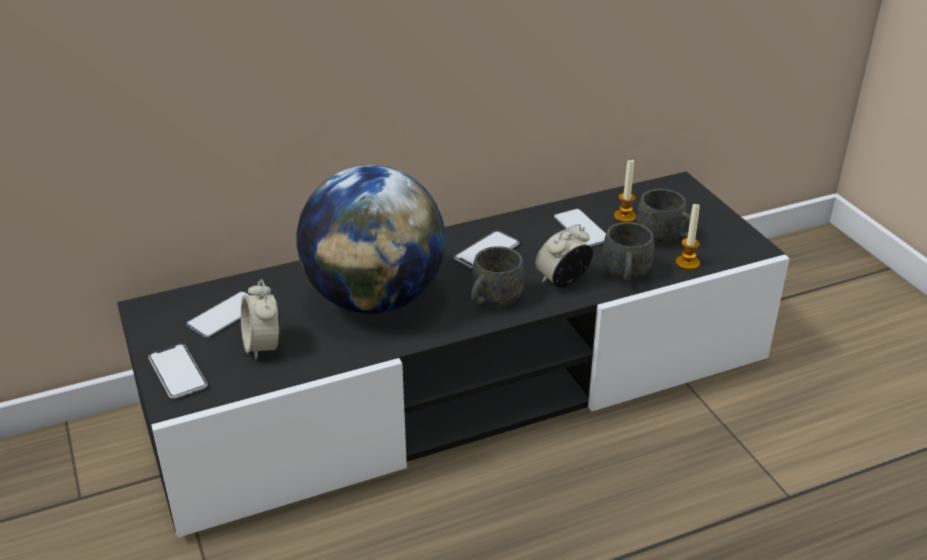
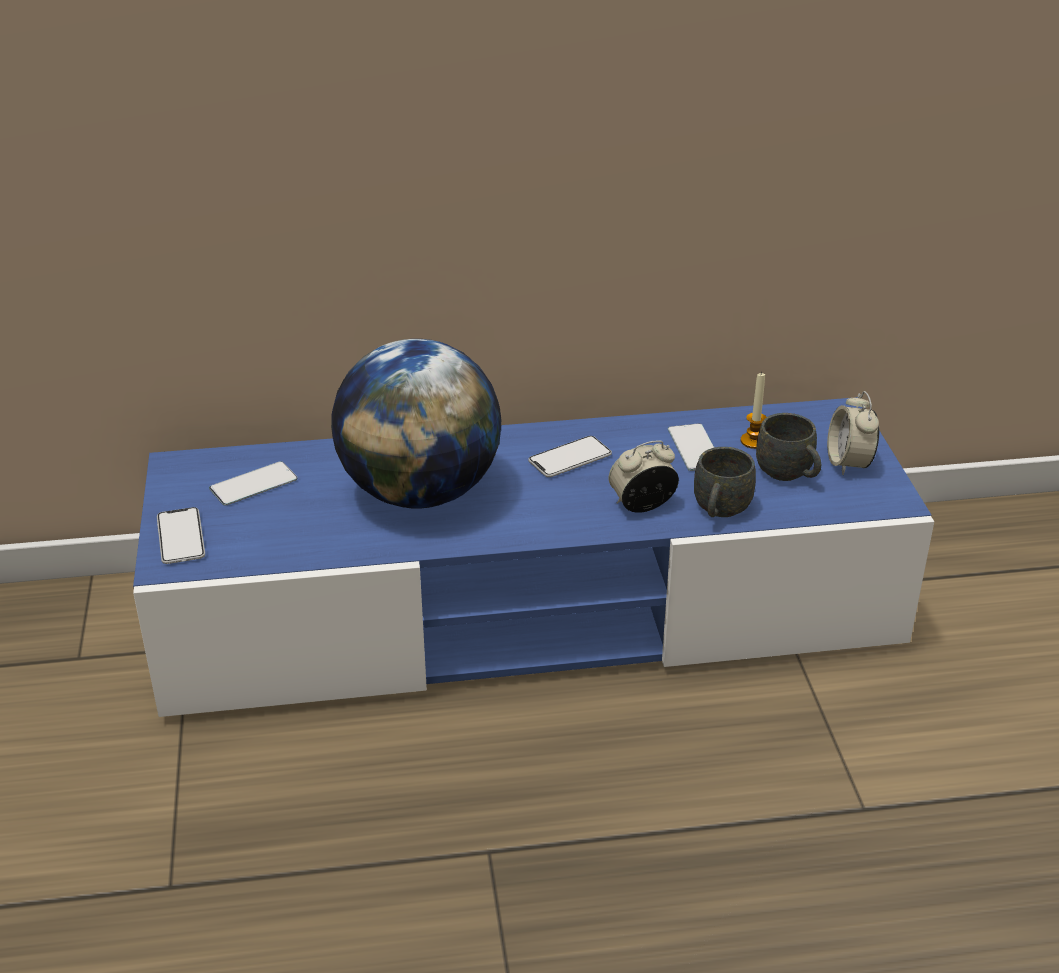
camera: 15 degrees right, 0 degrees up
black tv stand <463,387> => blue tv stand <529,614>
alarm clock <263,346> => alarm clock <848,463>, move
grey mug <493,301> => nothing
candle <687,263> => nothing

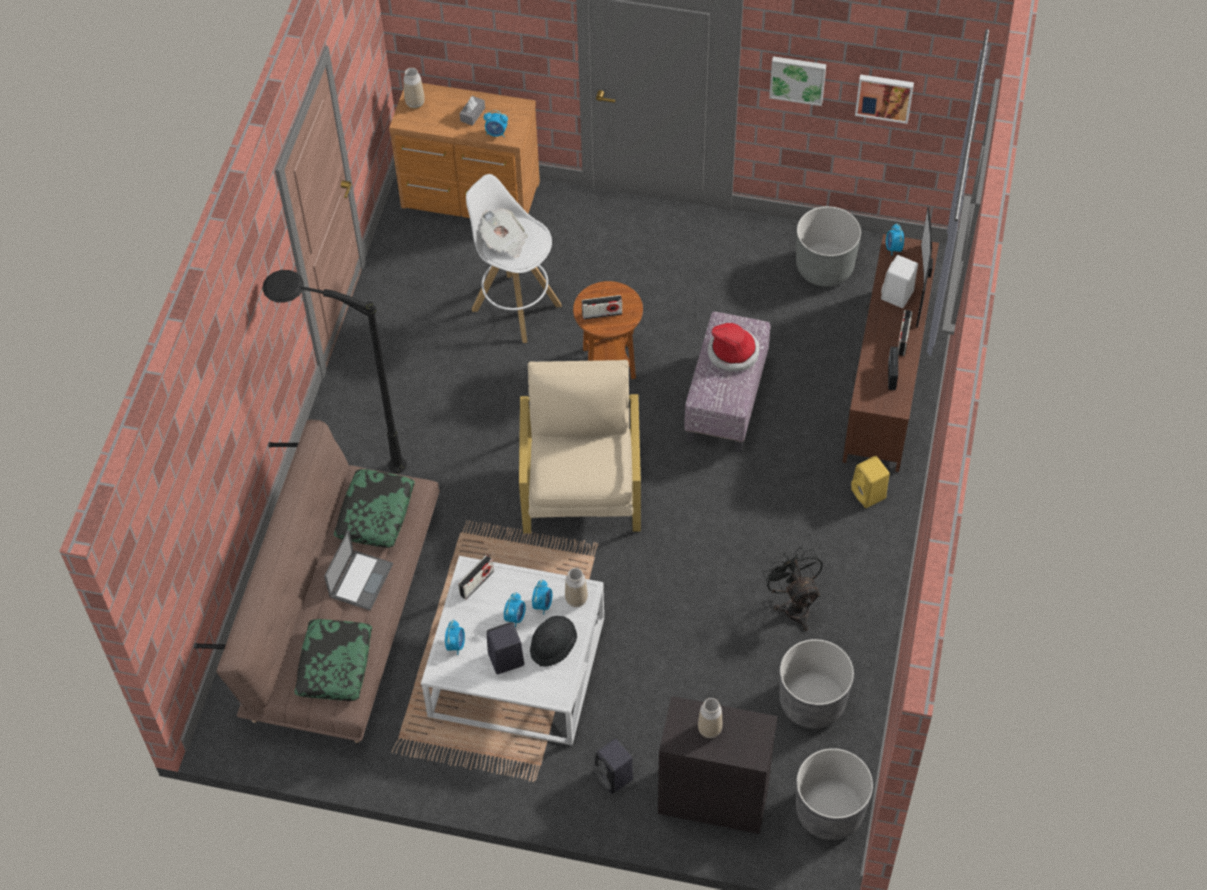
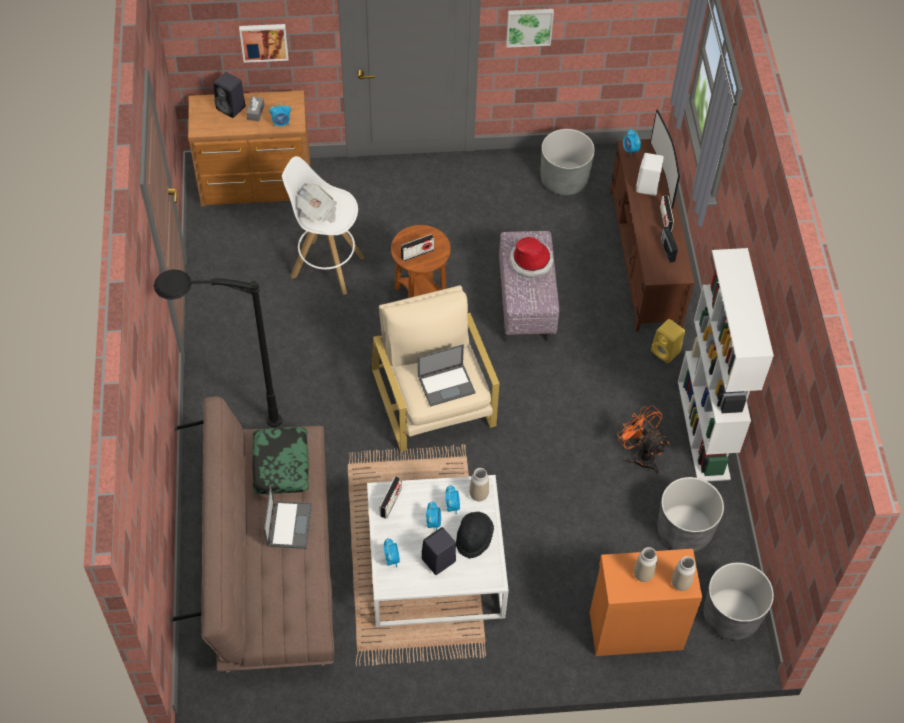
camera: 20 degrees left, 0 degrees up
black speaker <615,777> => black speaker <232,108>, move
picture <884,96> => picture <264,41>, move
nothing => laptop <447,384>
black cabinet <713,796> => orange cabinet <635,629>
black fan <794,605> => orange fan <641,455>
vase <415,103> => vase <680,583>, move
nothing => white bookcase <704,430>
pillow <334,664> => nothing

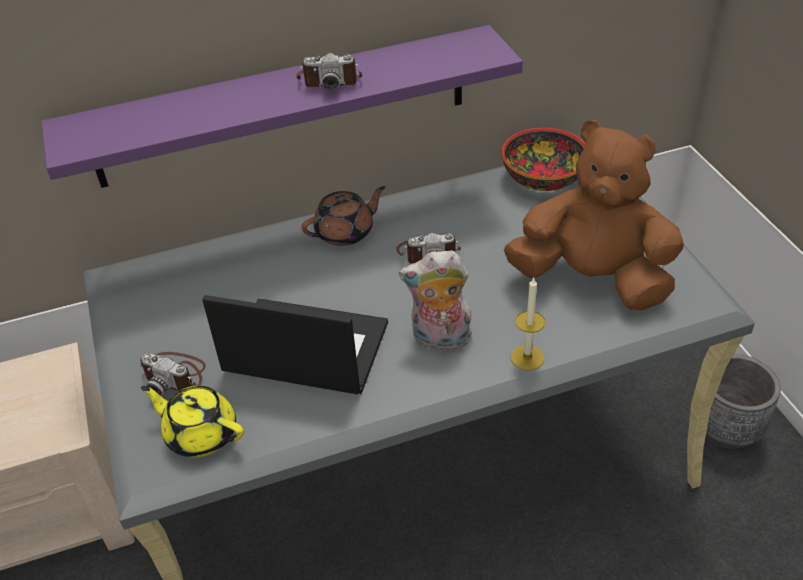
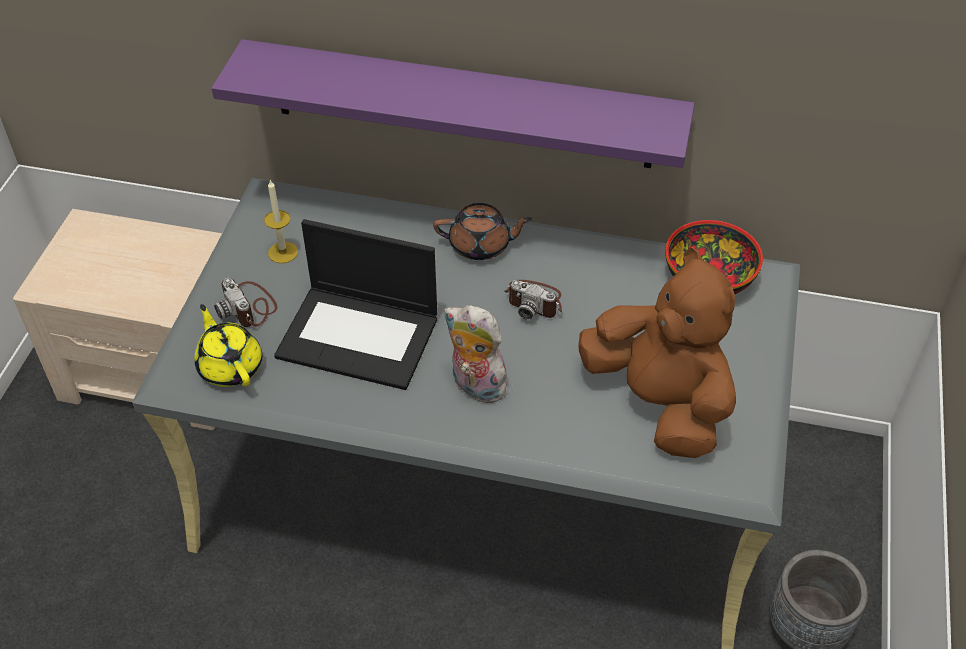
camera: 30 degrees right, 5 degrees up
candle <527,357> => candle <283,252>, move
laptop <304,349> => laptop <360,336>, 150 degrees clockwise
photo camera <329,79> => nothing

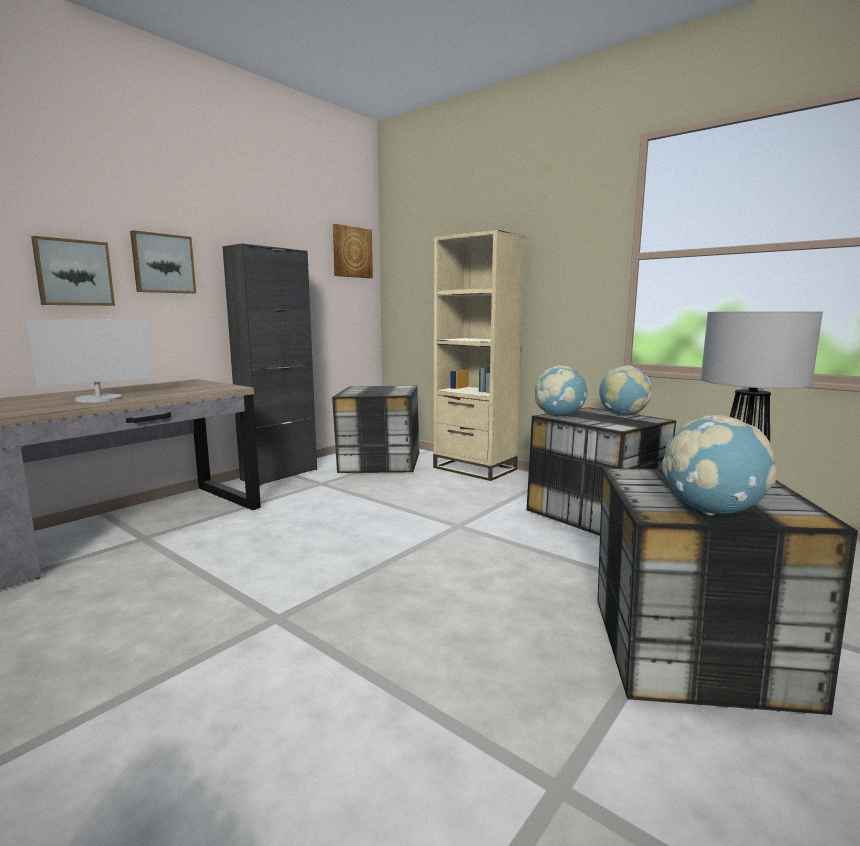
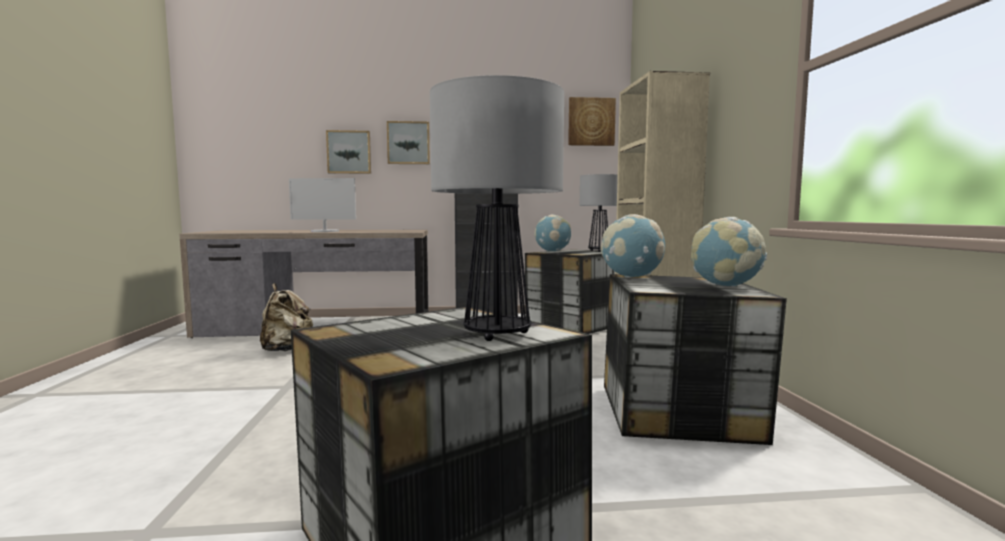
camera: 45 degrees right, 5 degrees down
nothing => beige backpack <286,350>
globe <712,511> => globe <552,251>, move
nothing => table lamp <599,251>

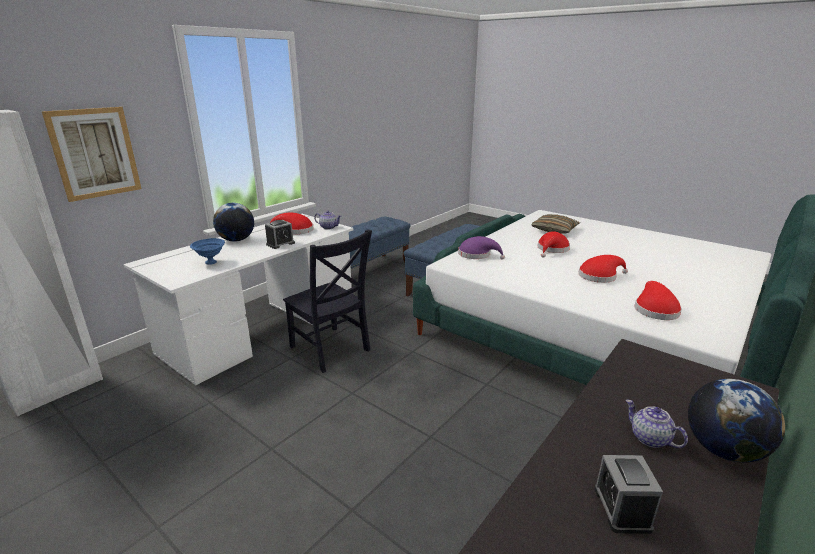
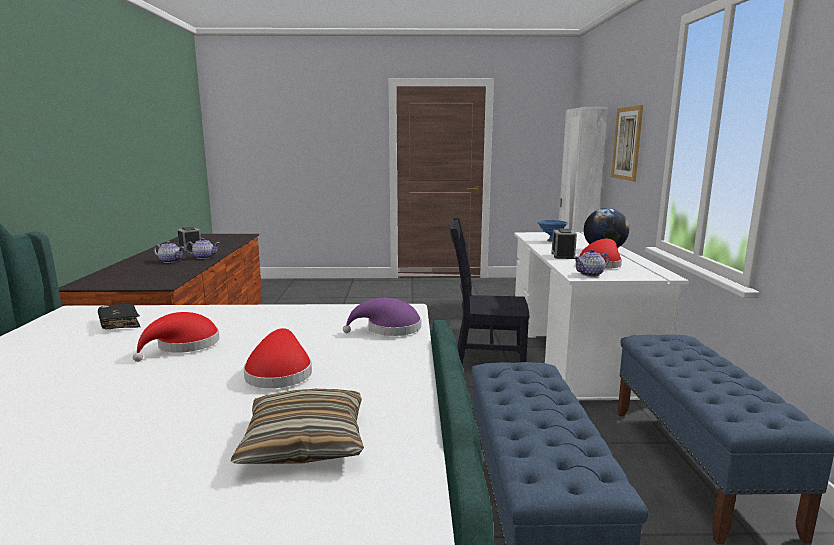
camera: 140 degrees right, 10 degrees down
red hat <654,309> => black book <119,323>
nothing => teapot <204,257>
globe <723,449> => nothing

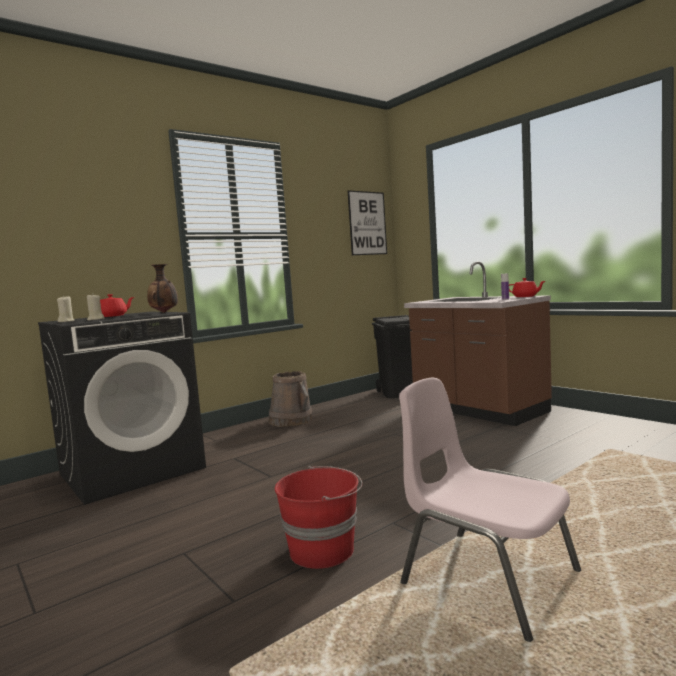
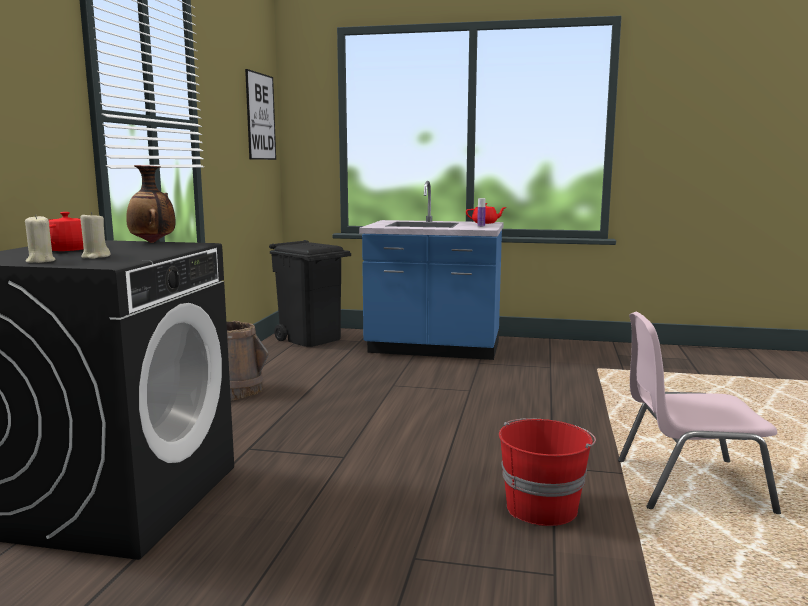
camera: 40 degrees left, 5 degrees up
brown counter <478,410> => blue counter <433,349>

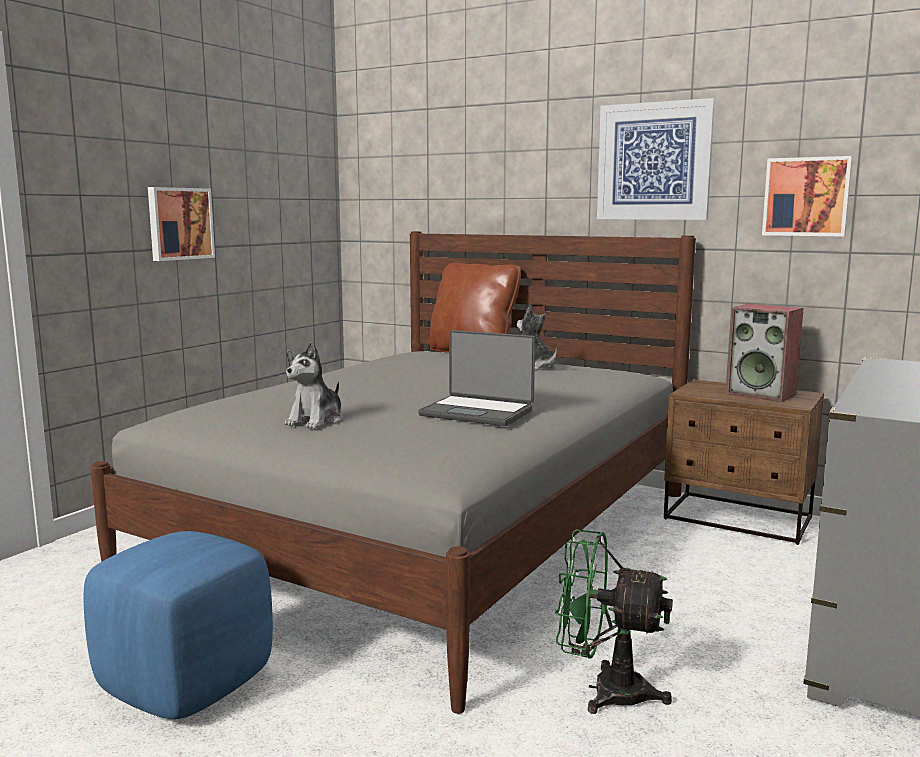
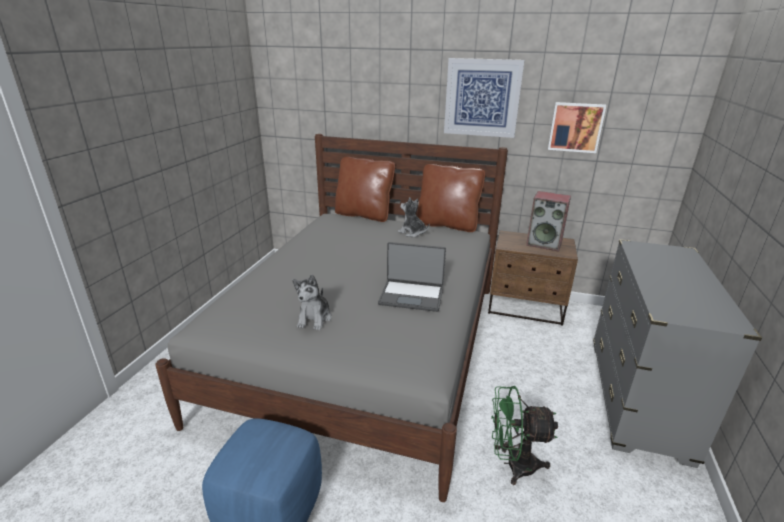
camera: 15 degrees left, 15 degrees up
nothing => brown pillow <447,225>
picture <179,223> => nothing

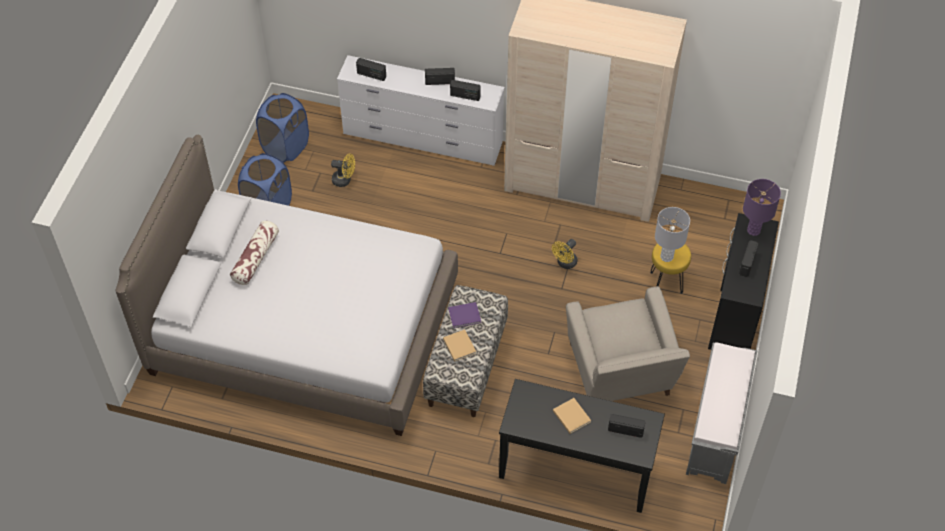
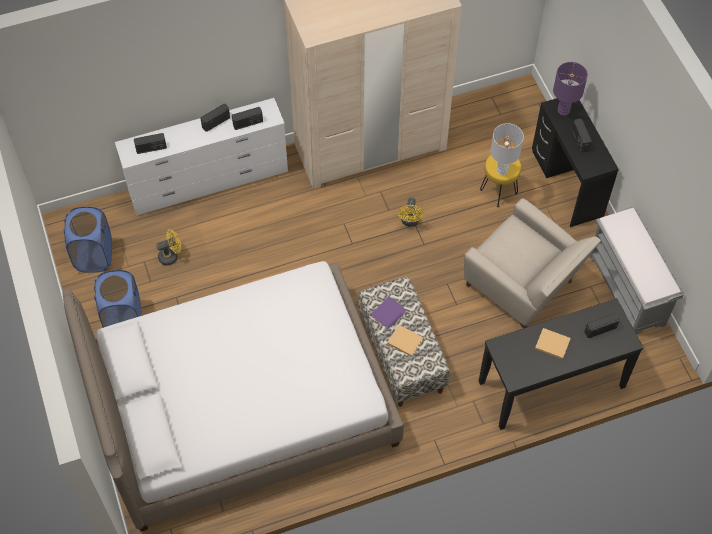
camera: 35 degrees left, 5 degrees up
pillow <256,258> => nothing

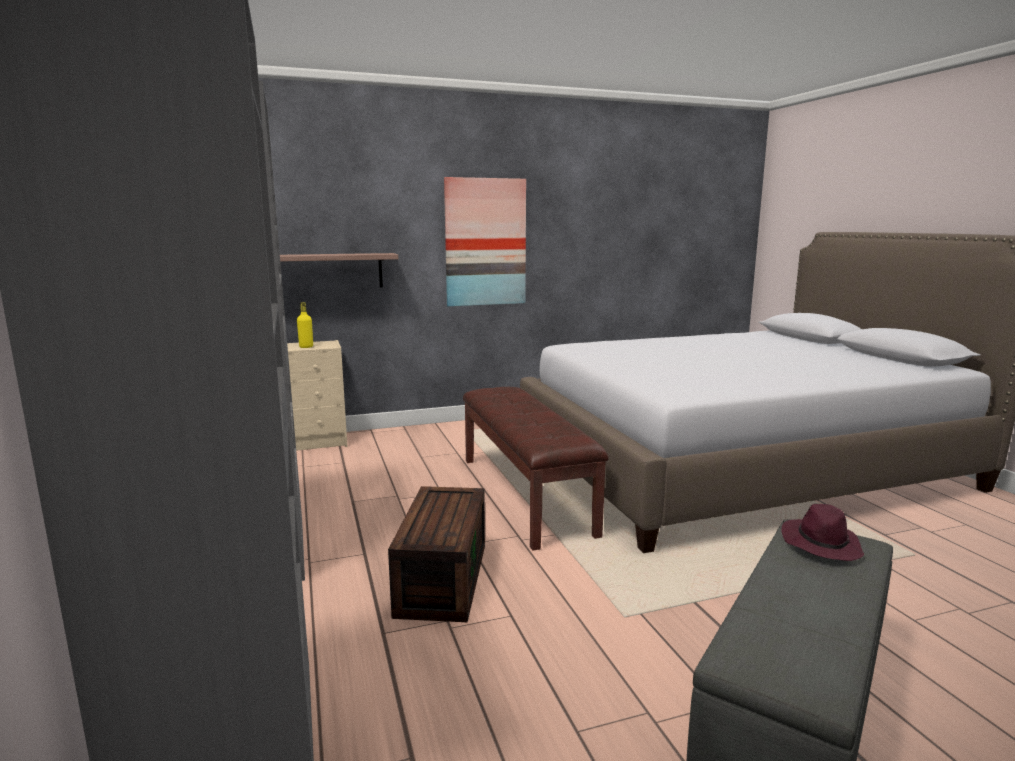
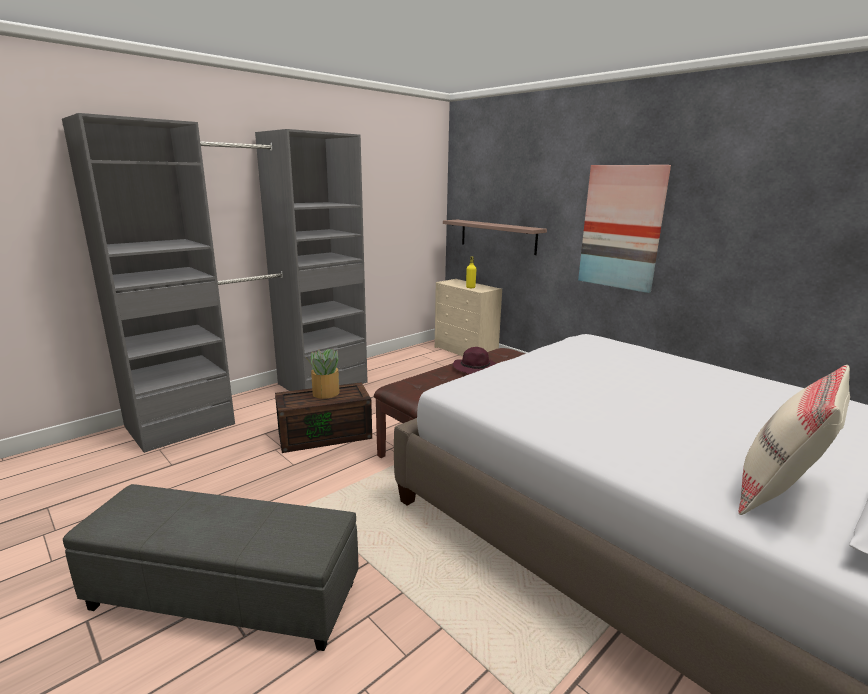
camera: 65 degrees right, 5 degrees up
nothing => potted plant <325,393>
purple hat <820,544> => purple hat <476,368>, move
nothing => beige pillow <778,493>

